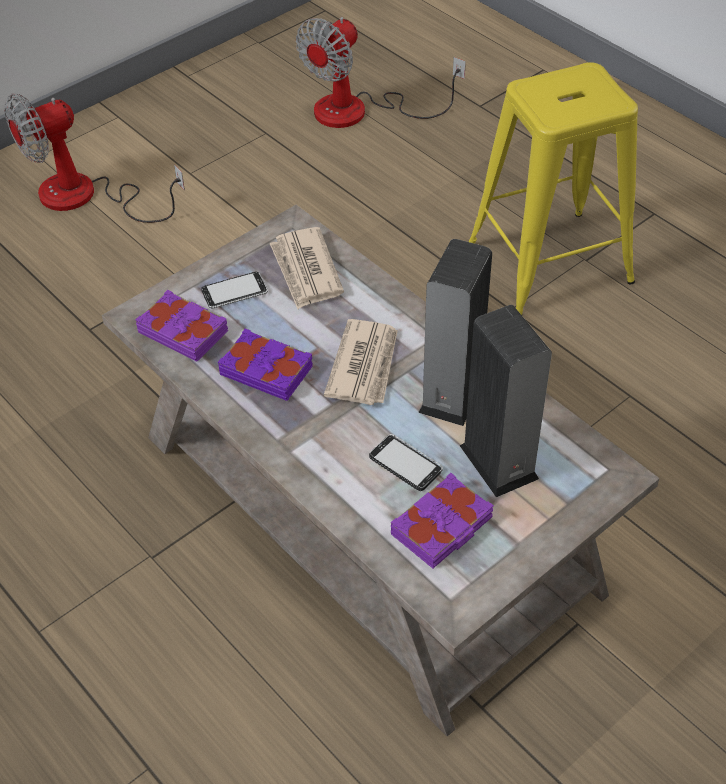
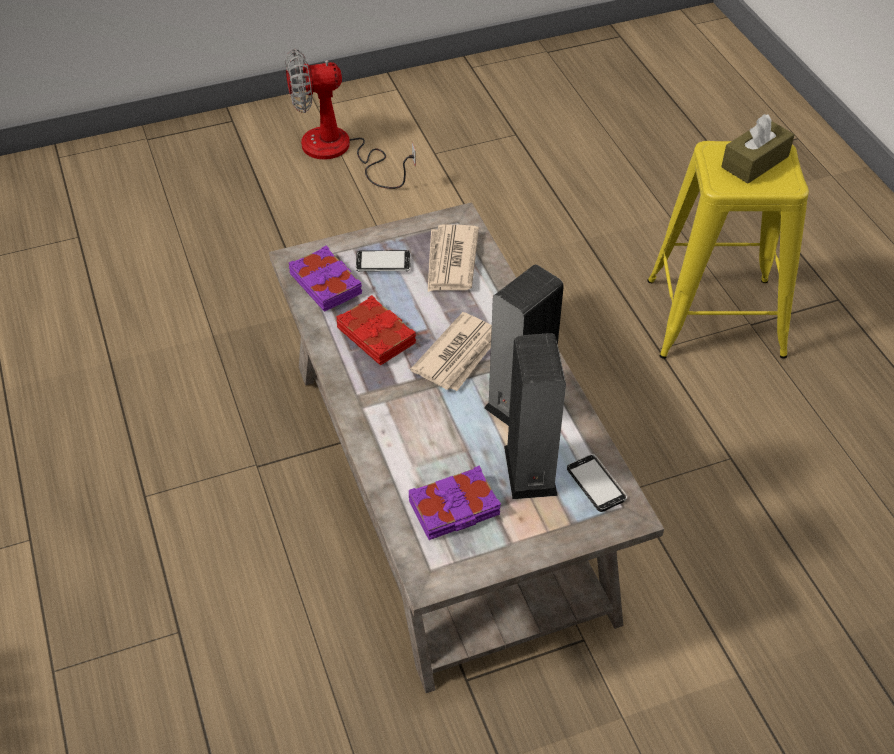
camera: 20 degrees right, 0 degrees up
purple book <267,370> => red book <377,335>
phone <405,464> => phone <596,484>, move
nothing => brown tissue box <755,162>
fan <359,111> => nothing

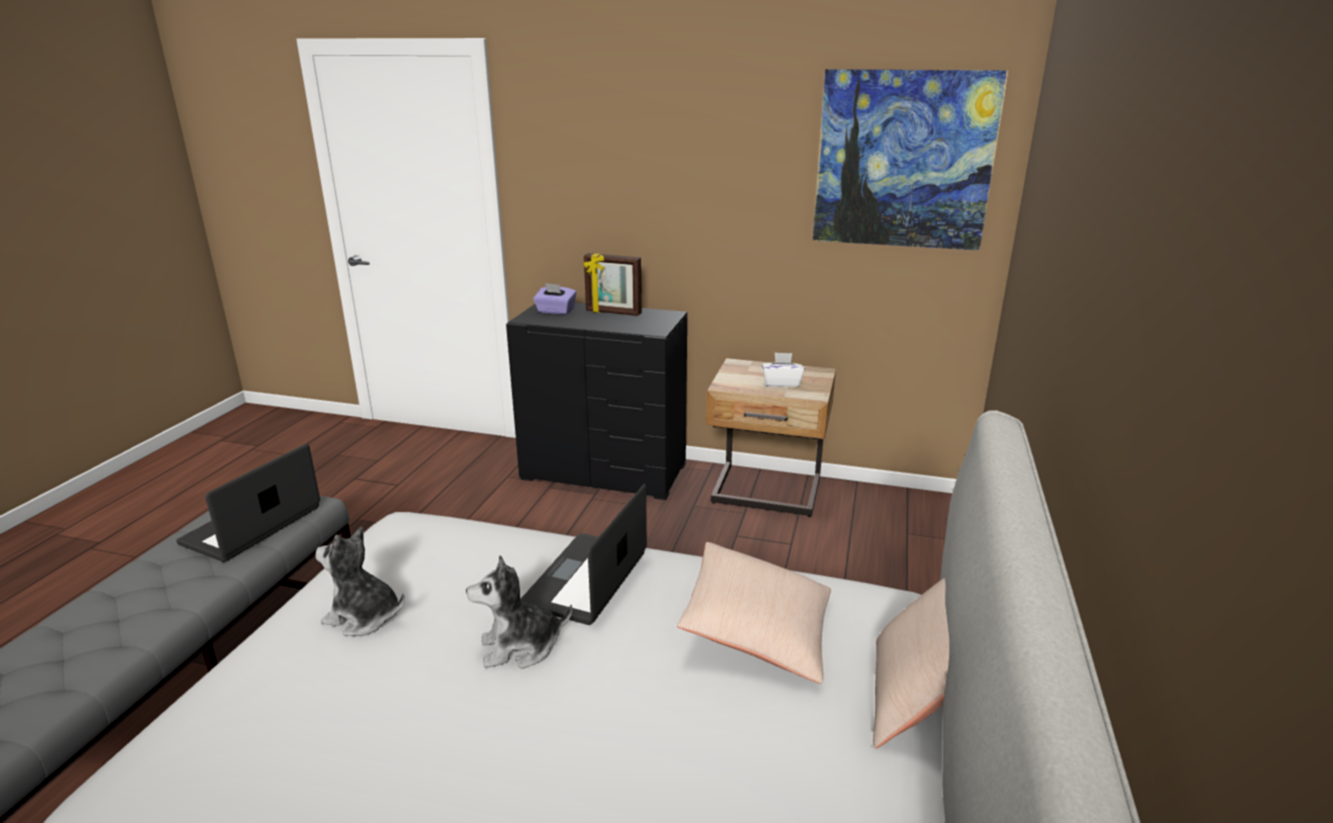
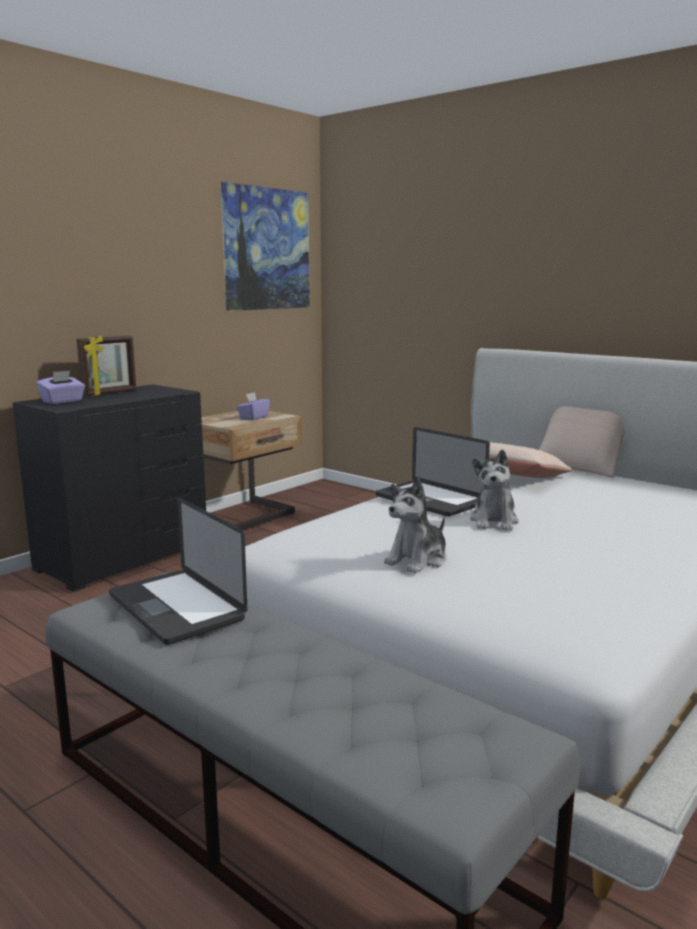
camera: 65 degrees left, 10 degrees down
white tissue box <781,383> => purple tissue box <253,417>

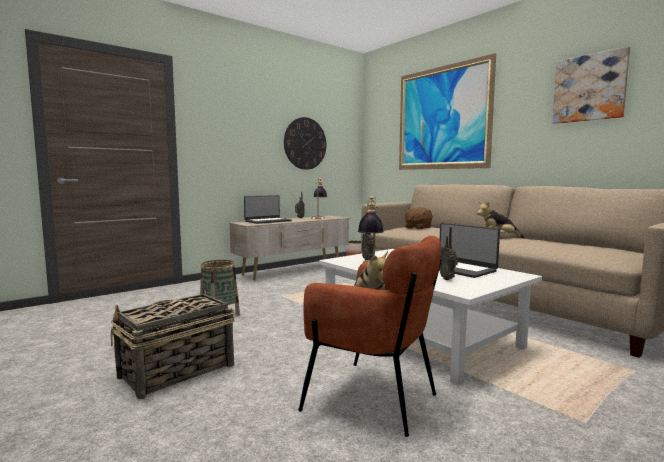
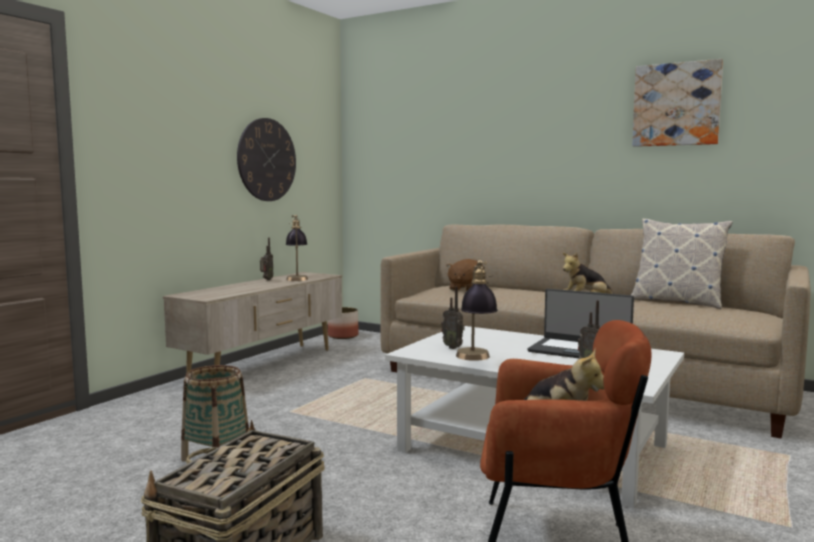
camera: 20 degrees left, 0 degrees up
nothing => pillow <677,302>
laptop <267,221> => nothing
picture <442,118> => nothing

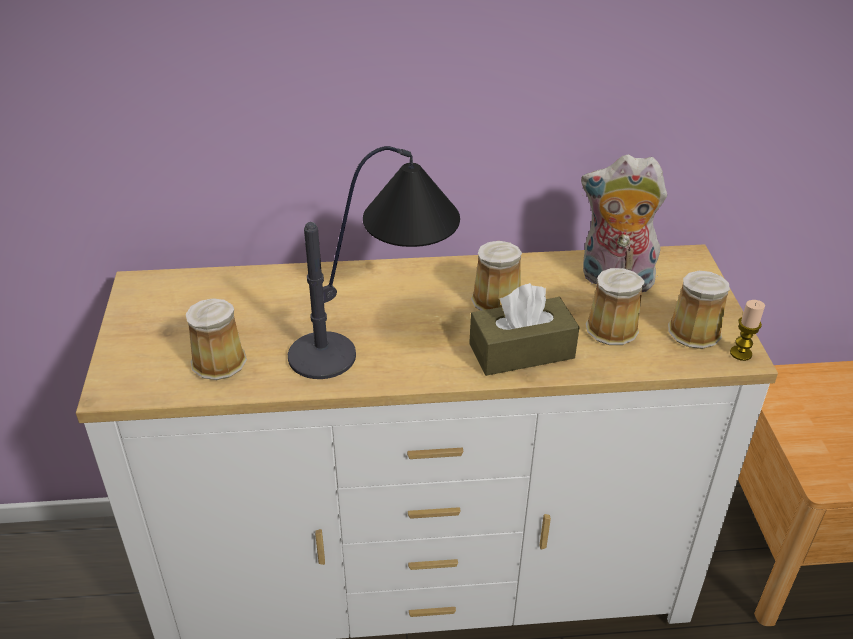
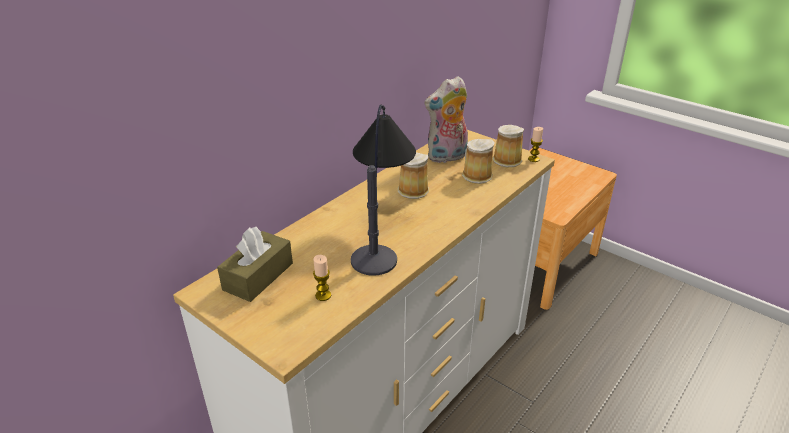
camera: 45 degrees left, 5 degrees down
brown tissue box <521,351> => brown tissue box <258,276>, move
mug <219,359> => candle <323,295>

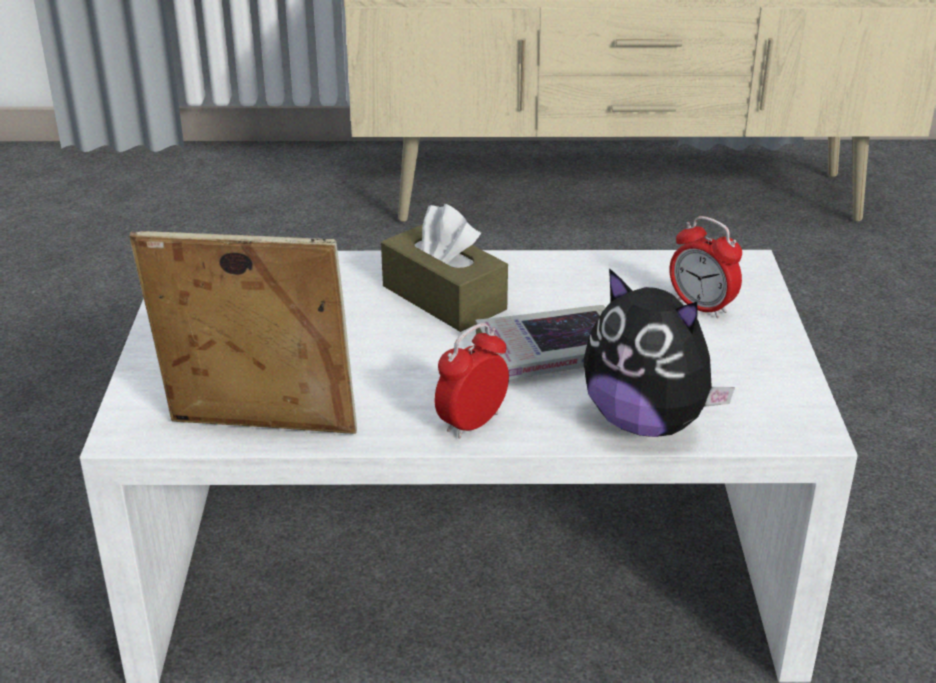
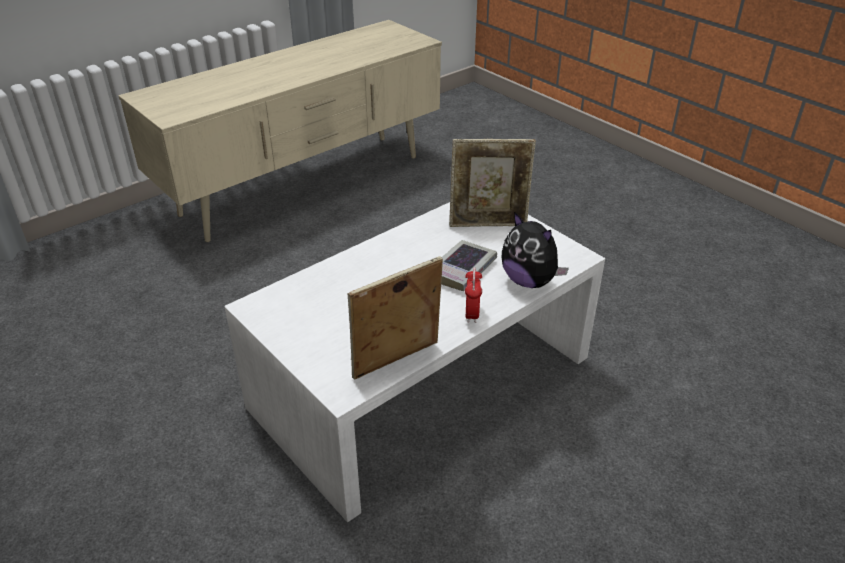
camera: 40 degrees left, 5 degrees up
alarm clock <701,307> => picture frame <488,224>
plush toy <647,422> => plush toy <529,281>, 45 degrees clockwise
brown tissue box <444,298> => nothing

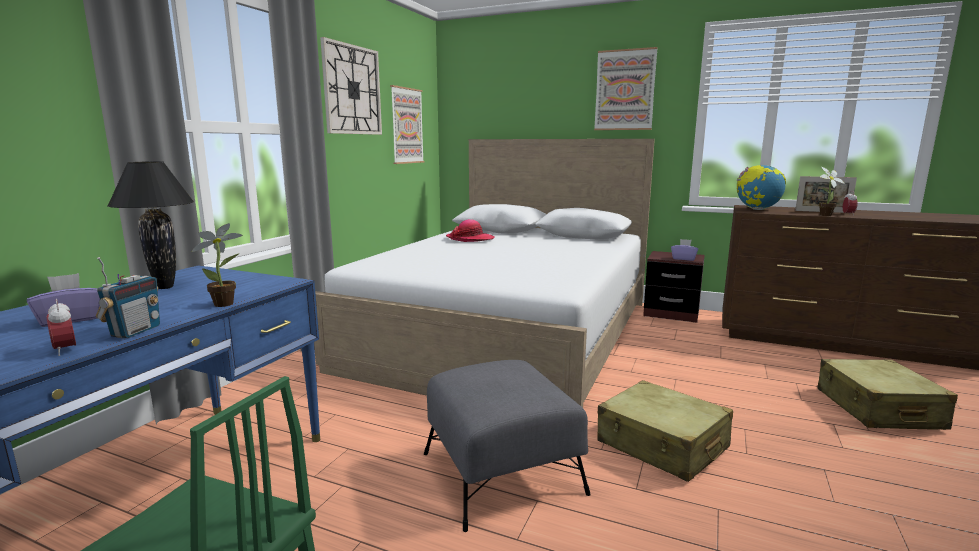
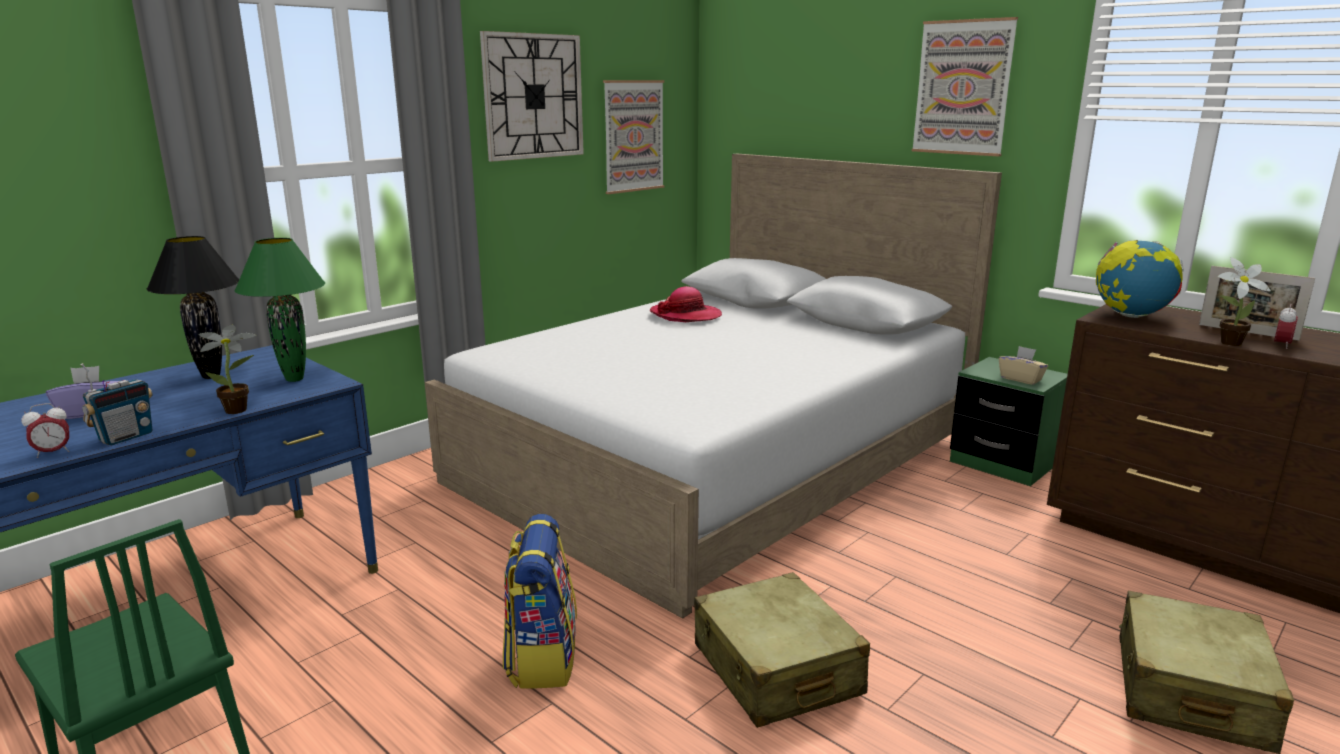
camera: 20 degrees right, 5 degrees up
alarm clock <66,350> => alarm clock <53,453>, 105 degrees counterclockwise
nothing => green table lamp <294,379>
grey ottoman <502,472> => backpack <541,657>
brown nightstand <671,313> => green nightstand <1002,463>
purple tissue box <683,258> => beige tissue box <1021,379>

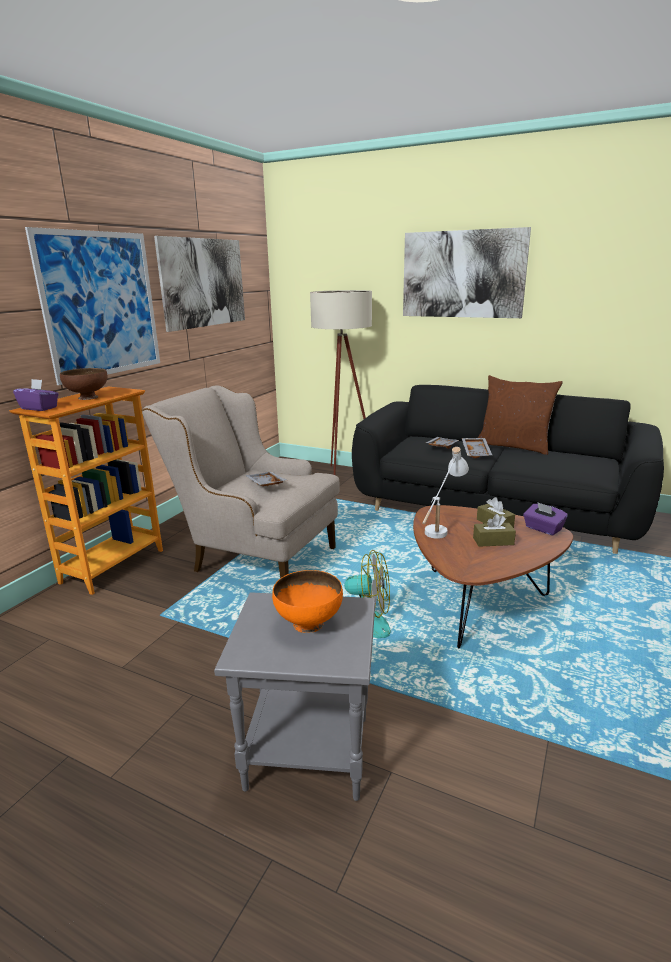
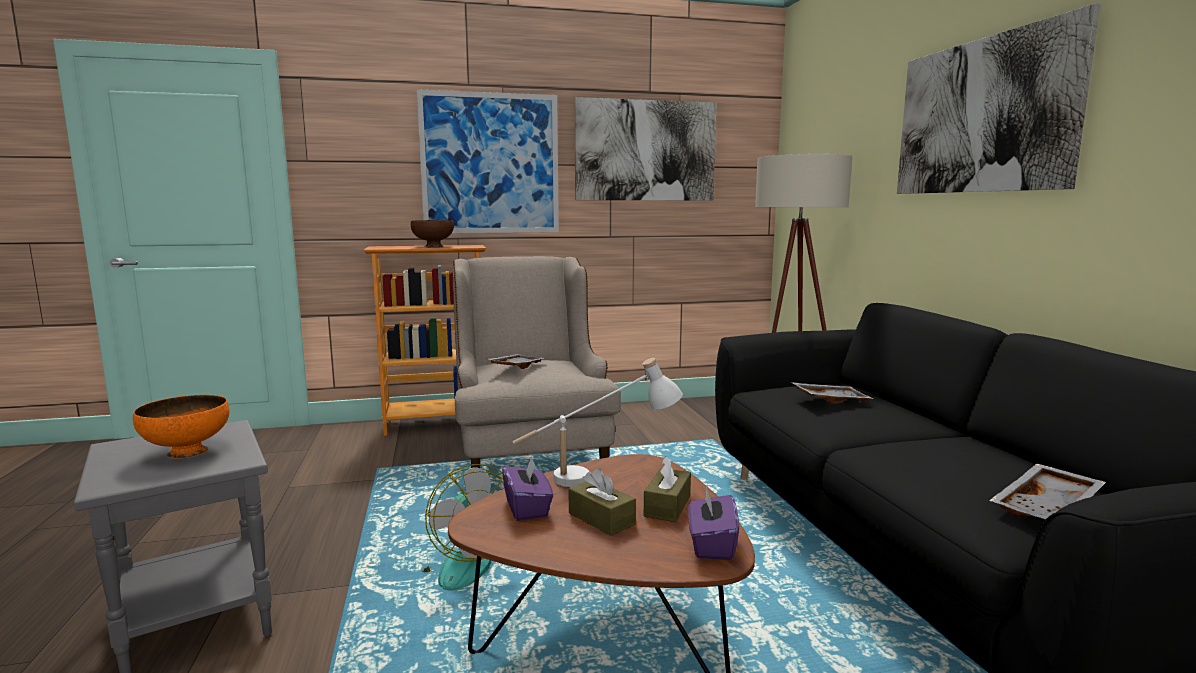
camera: 50 degrees right, 10 degrees down
purple tissue box <39,408> => purple tissue box <527,508>, move
grey tray <477,452> => grey tray <1048,507>, move
brown pillow <513,446> => nothing

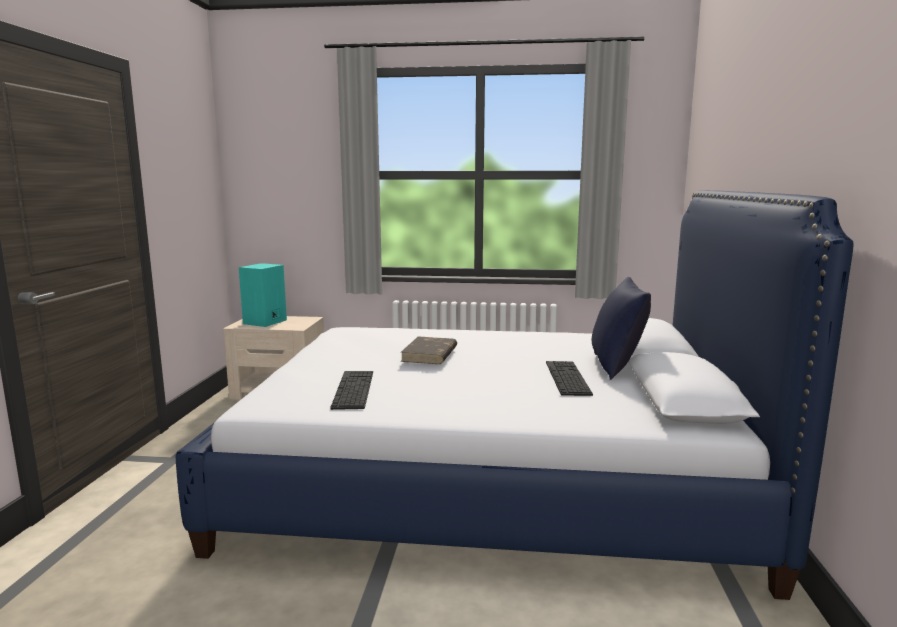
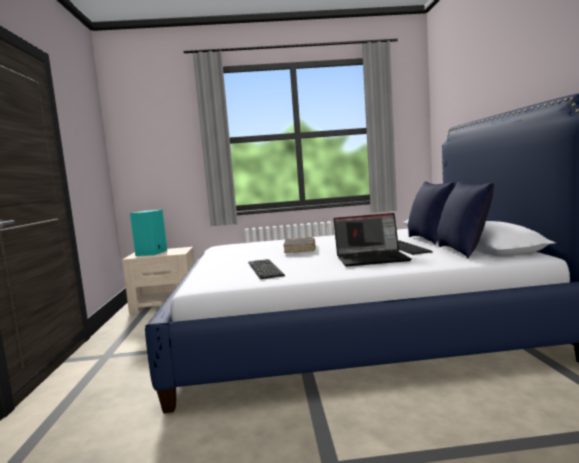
camera: 10 degrees left, 5 degrees down
nothing => laptop <372,258>
nothing => blue pillow <463,251>

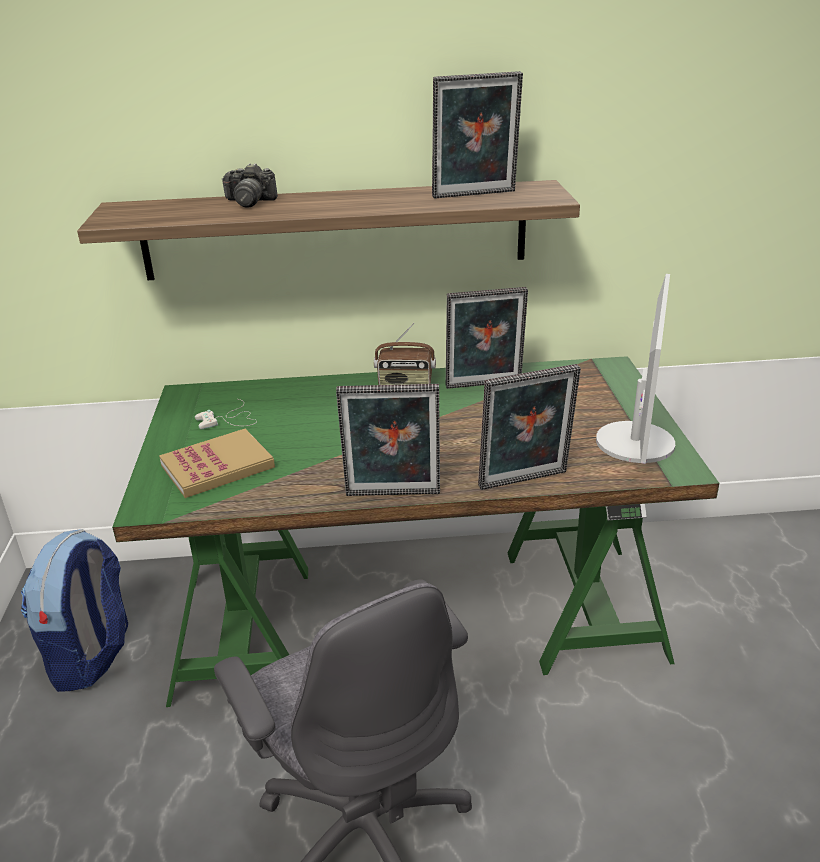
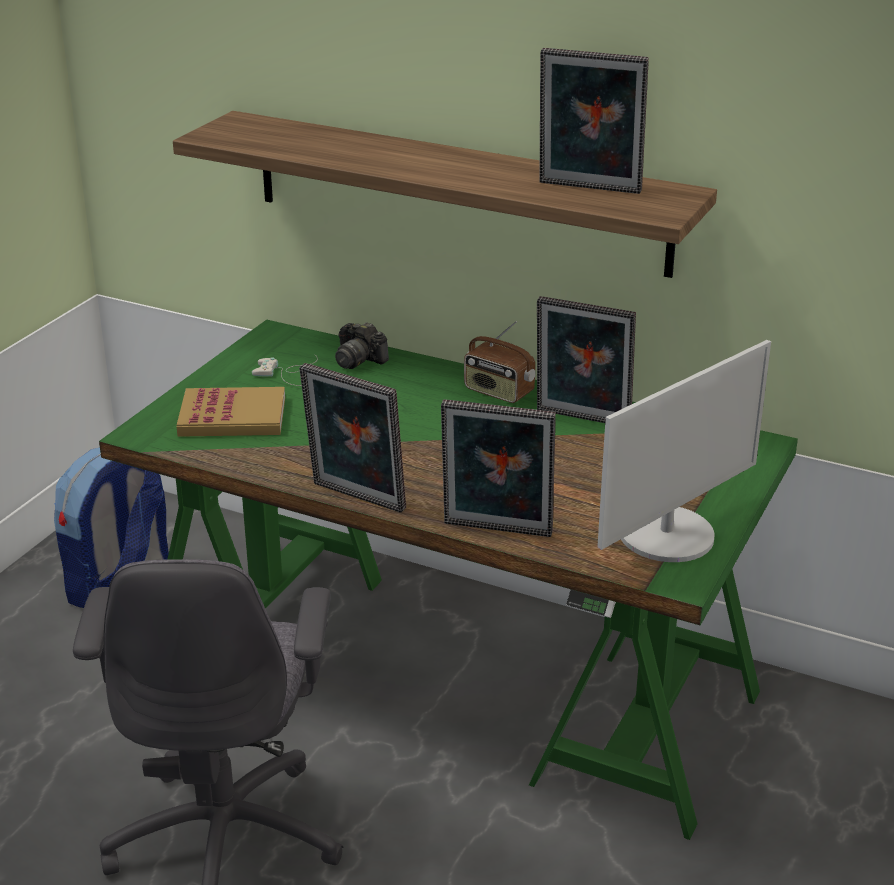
camera: 30 degrees right, 0 degrees up
photo camera <250,202> => photo camera <358,360>, move

